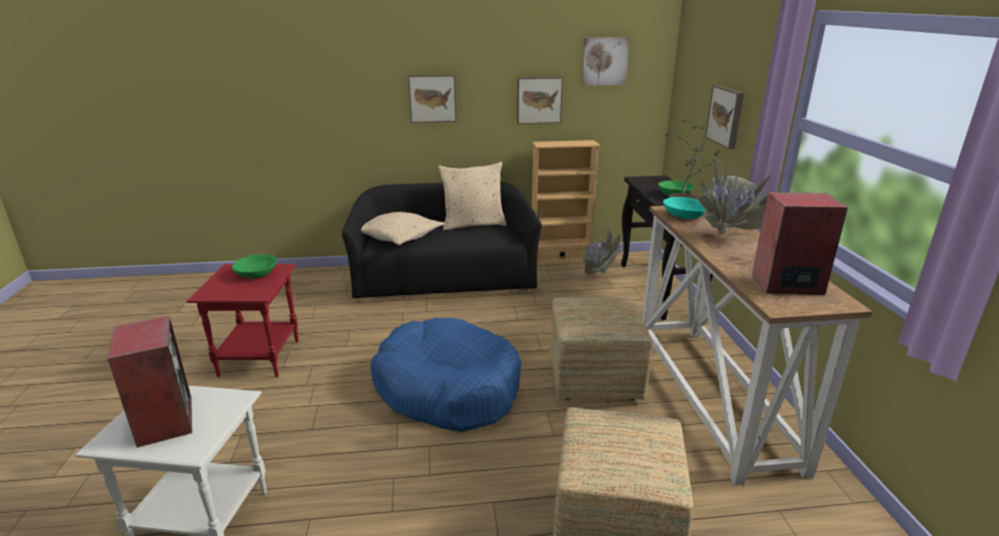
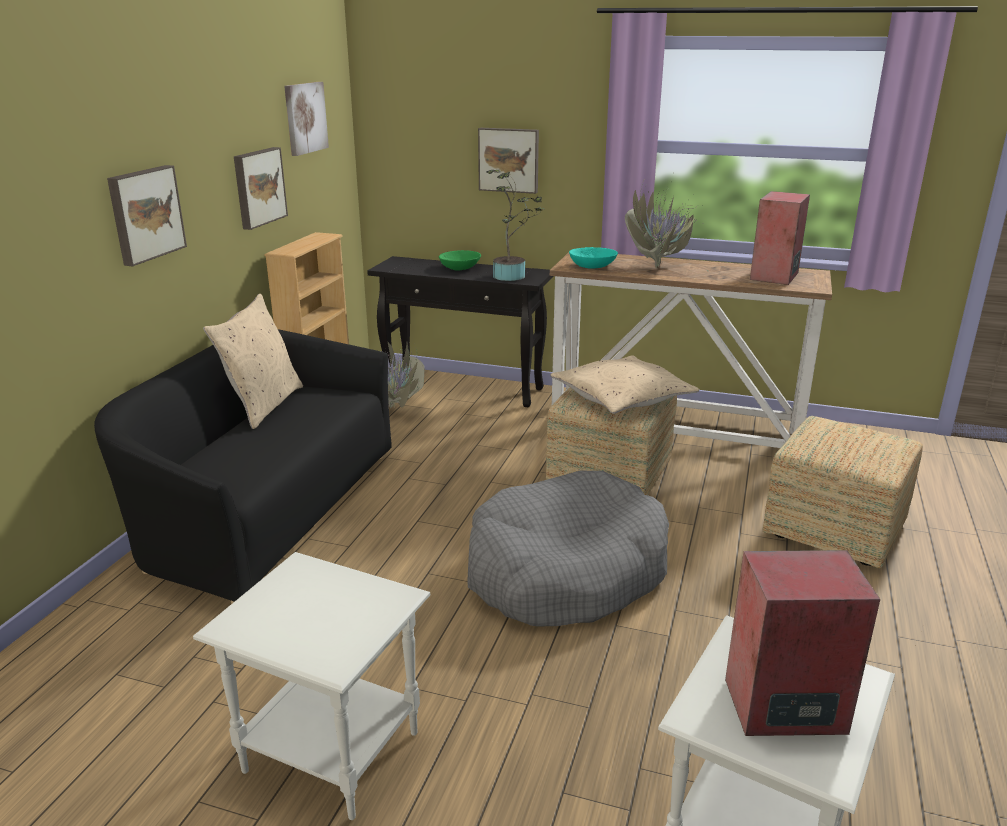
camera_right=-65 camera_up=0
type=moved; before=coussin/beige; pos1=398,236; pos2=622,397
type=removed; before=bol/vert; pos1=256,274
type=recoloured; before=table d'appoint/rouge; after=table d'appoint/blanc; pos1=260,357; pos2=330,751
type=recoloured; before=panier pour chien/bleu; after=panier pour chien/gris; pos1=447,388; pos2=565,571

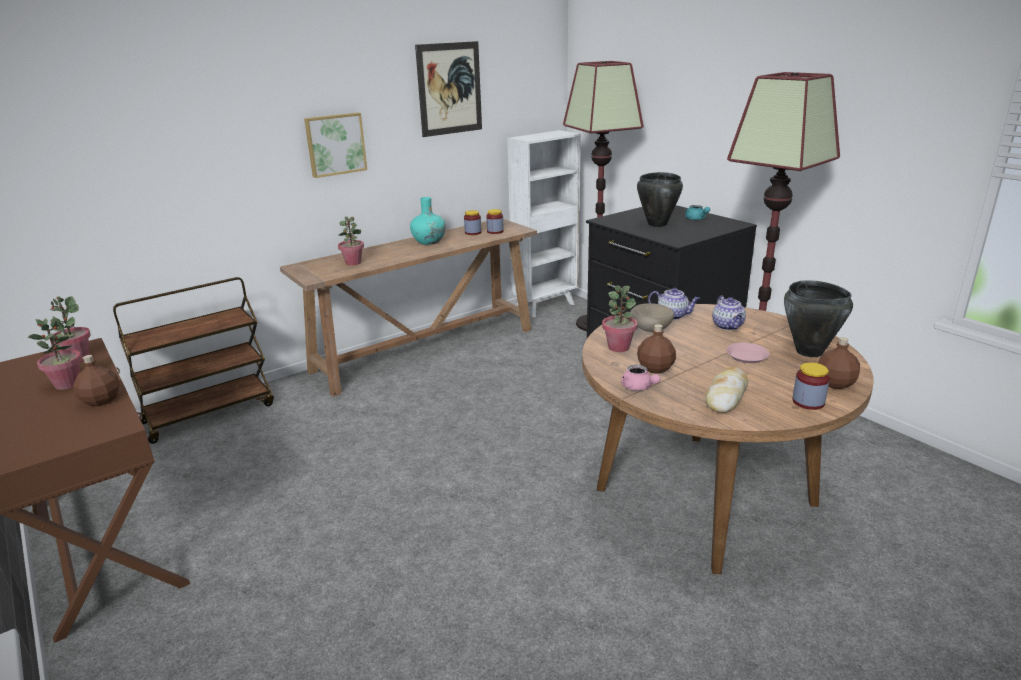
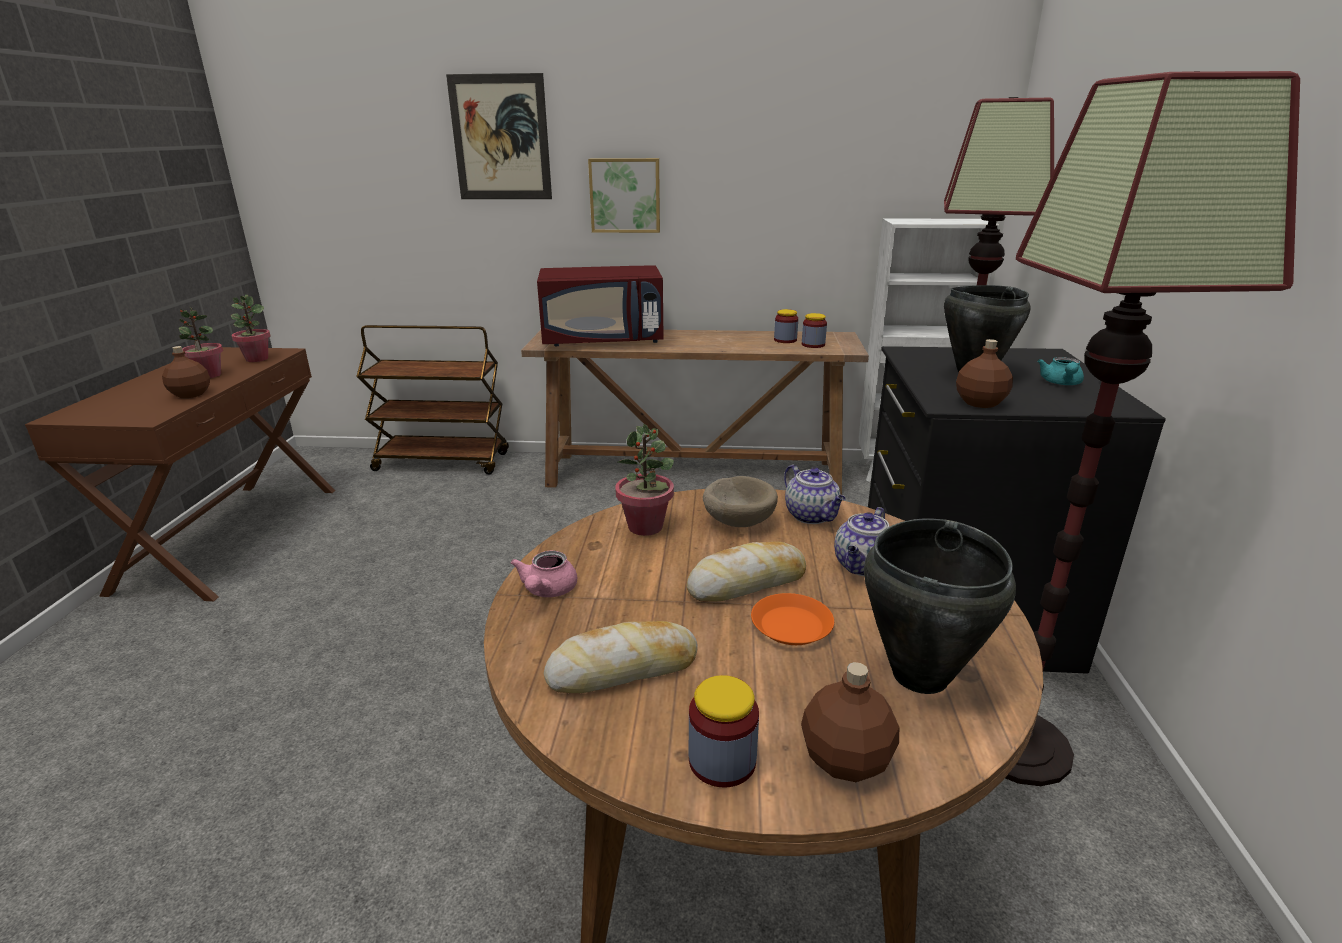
camera_right=40 camera_up=0
type=moved; before=tableau; pos1=449,89; pos2=500,138
type=removed; before=vase/turquoise; pos1=429,241
type=replaced; before=plante en pot; after=micro-ondes/rouge; pos1=353,263; pos2=603,340
type=moved; before=bouteille/marron; pos1=655,368; pos2=981,403
type=recoloured; before=assiette/rose; after=assiette/orange; pos1=746,356; pos2=791,626
type=added; after=pain; pos2=747,583

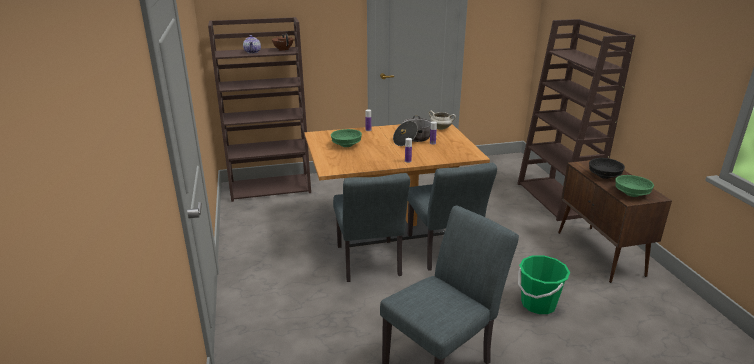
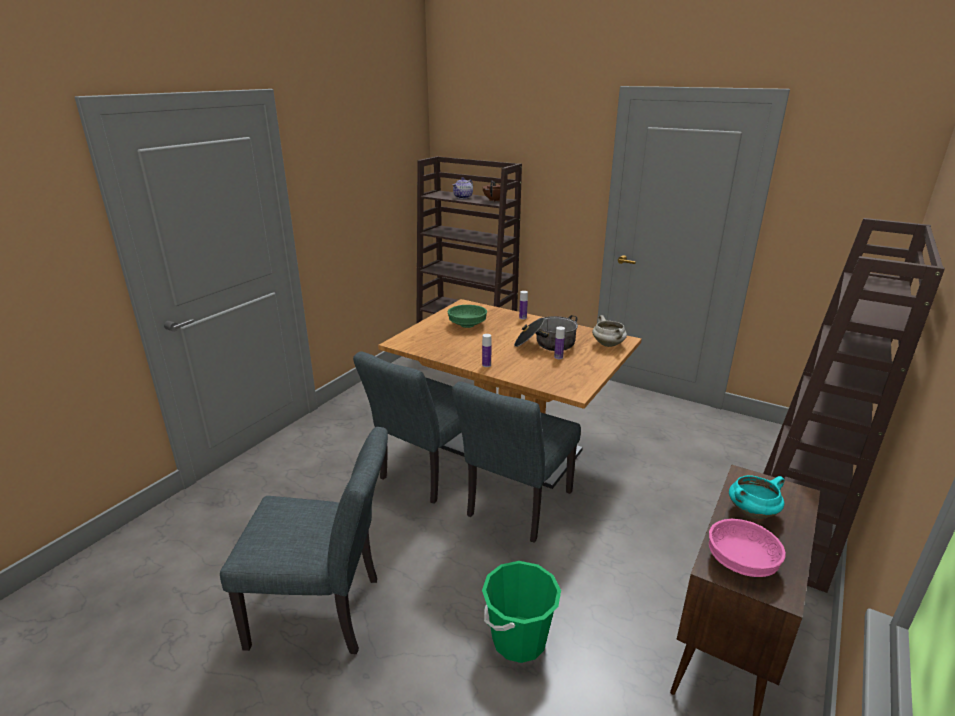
camera_right=45 camera_up=0
type=replaced; before=bol/noir; after=marmite/turquoise; pos1=604,175; pos2=752,511
type=recoloured; before=bol/vert; after=bol/rose; pos1=632,194; pos2=741,563

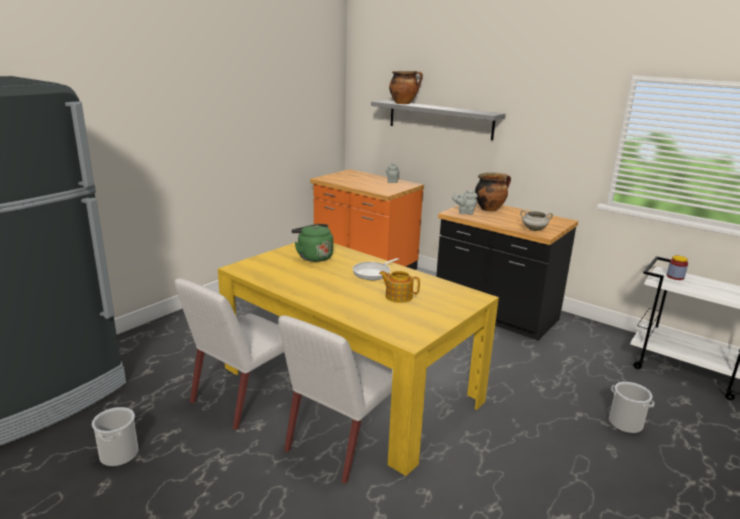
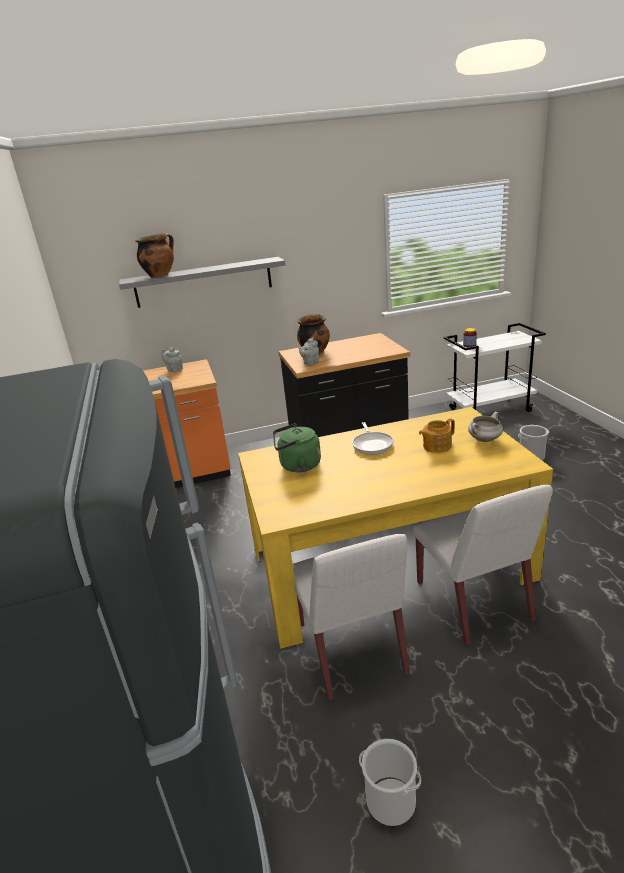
camera_right=-50 camera_up=5
type=moved; before=marmite/blanc; pos1=533,230; pos2=484,440

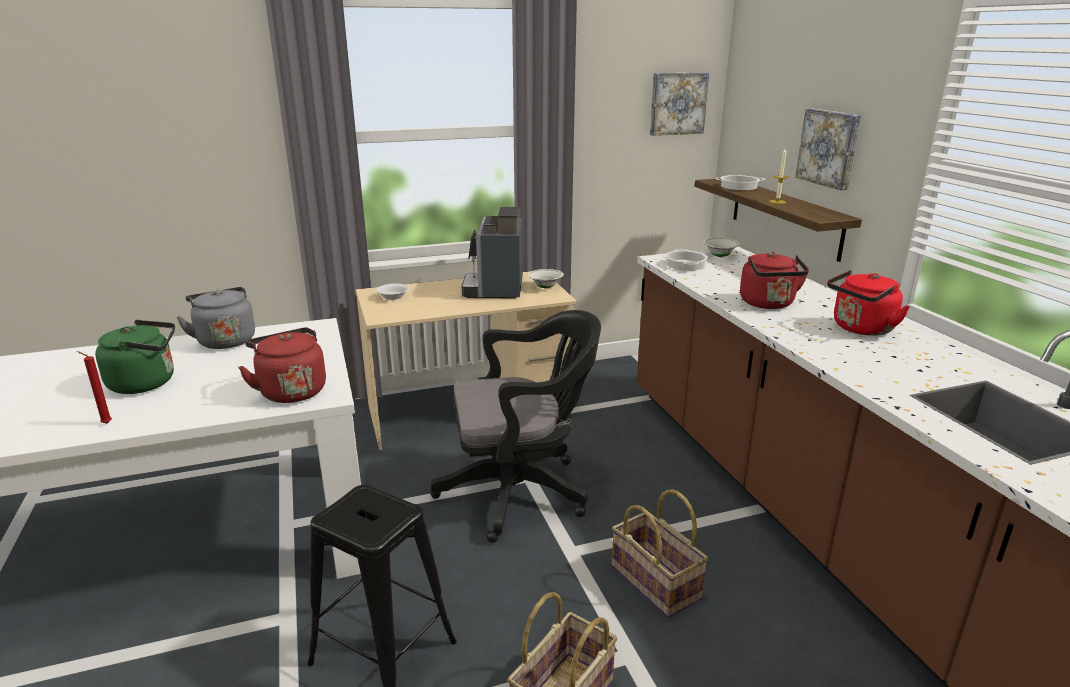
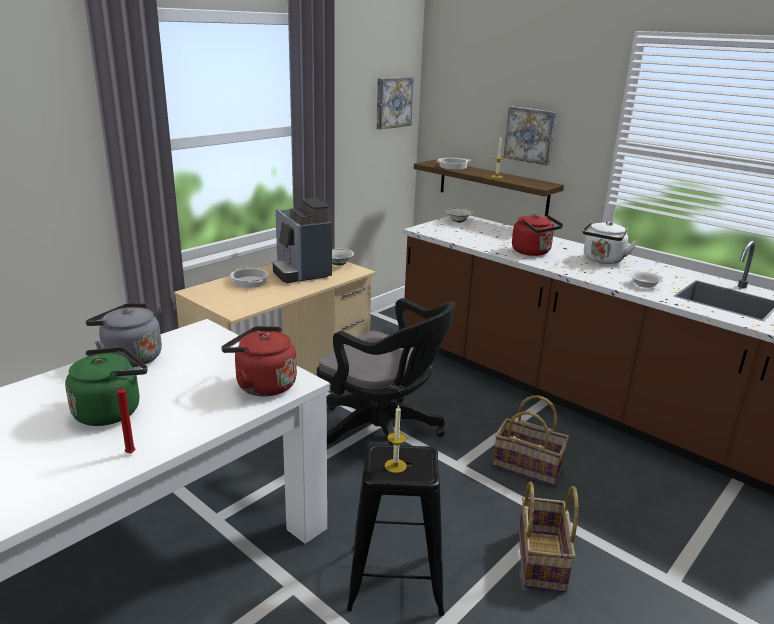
camera_right=-30 camera_up=0
type=moved; before=marmite; pos1=686,265; pos2=250,281
type=recoloured; before=bouilloire/rouge; after=bouilloire/blanc; pos1=860,329; pos2=602,260
type=moved; before=bol/blanc; pos1=393,297; pos2=644,285
type=turned; before=chaise de bureau/noir; pos1=521,491; pos2=383,435; turn=75
type=added; after=bougie; pos2=395,466

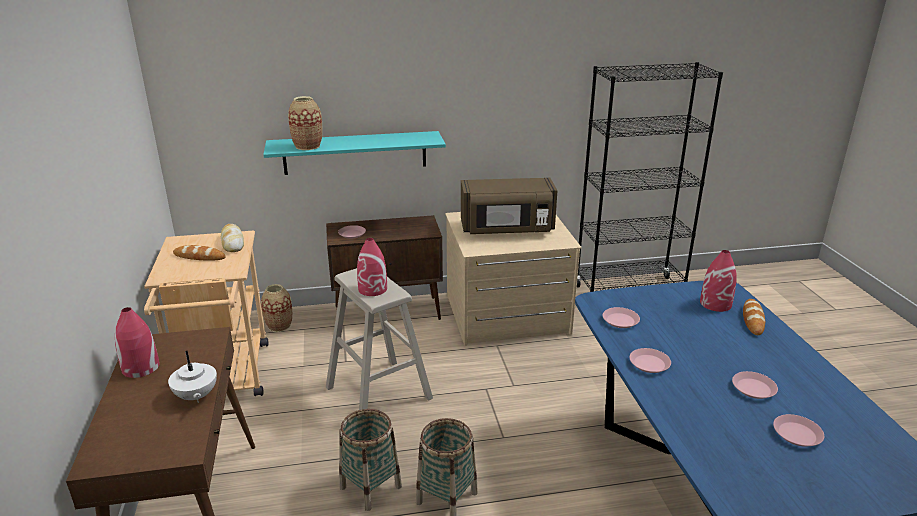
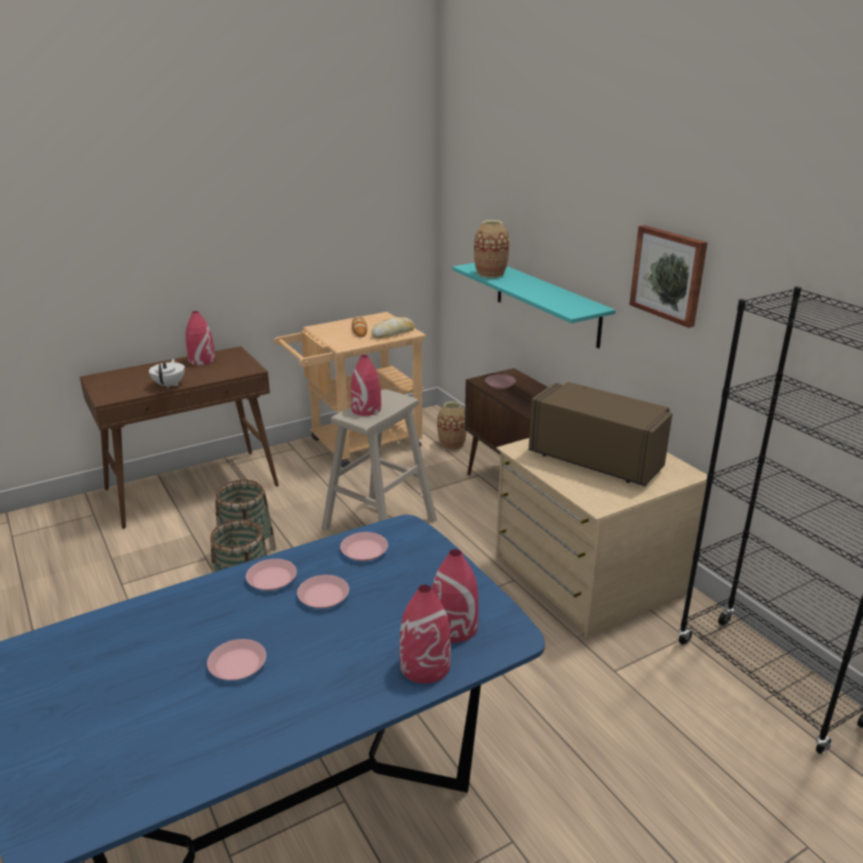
camera_right=70 camera_up=0
type=turned; before=micro-ondes/marron; pos1=507,229; pos2=597,459; turn=150
type=replaced; before=pain; after=vase/rouge; pos1=753,319; pos2=425,665
type=turned; before=théière/blanc; pos1=196,396; pos2=170,385; turn=135
type=moved; before=assiette/rose; pos1=797,434; pos2=323,596
type=added; after=tableau; pos2=669,274

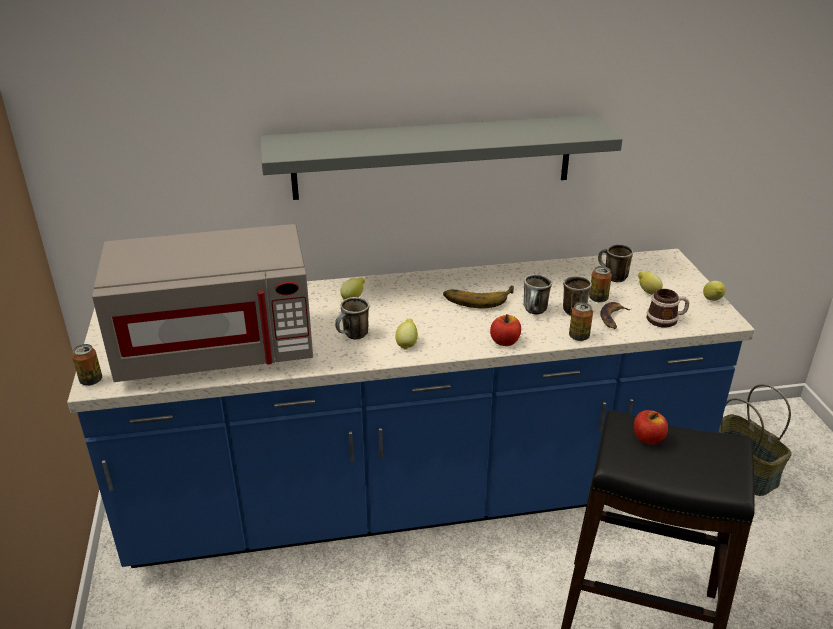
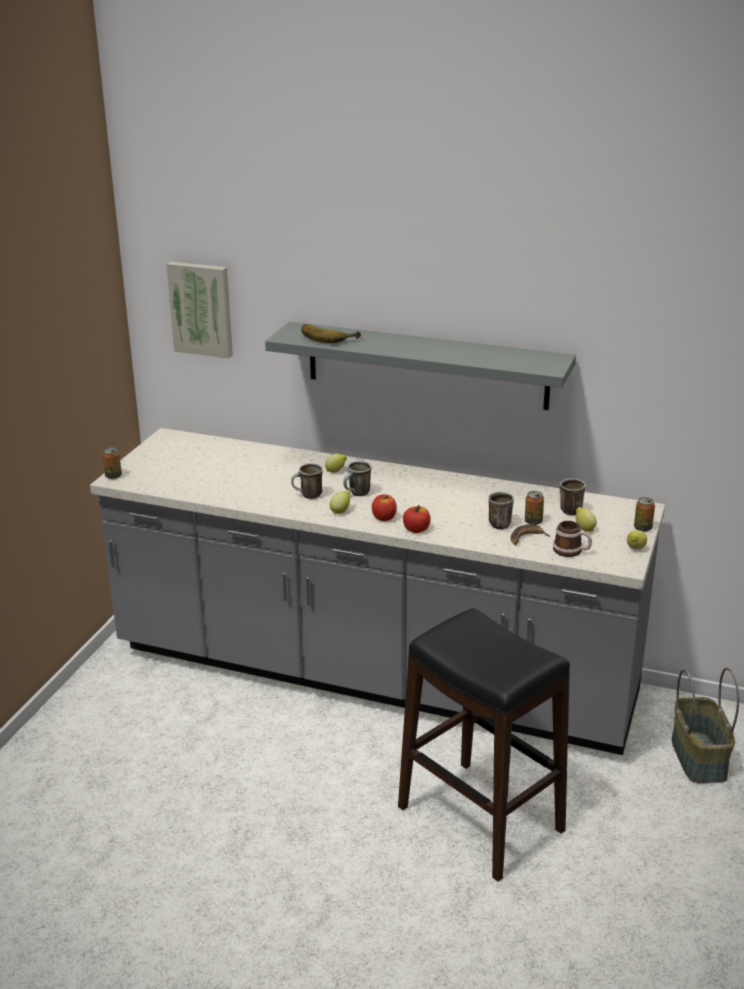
camera_right=30 camera_up=-5
type=removed; before=micro-ondes/gris; pos1=217,349
type=recoloured; before=comptoir de cuisine/bleu; after=comptoir de cuisine/gris; pos1=416,498; pos2=373,675
type=moved; before=mug; pos1=535,312; pos2=357,494
type=moved; before=banane; pos1=477,297; pos2=328,336
type=moved; before=boîte métallique; pos1=579,337; pos2=642,528
type=moved; before=pomme; pos1=648,438; pos2=384,518
type=added; after=tableau; pos2=202,308

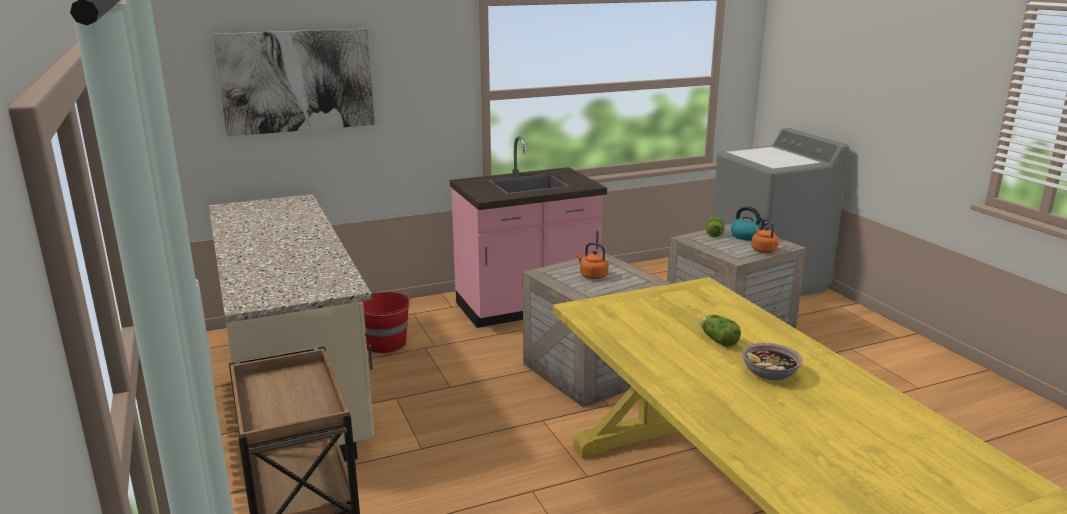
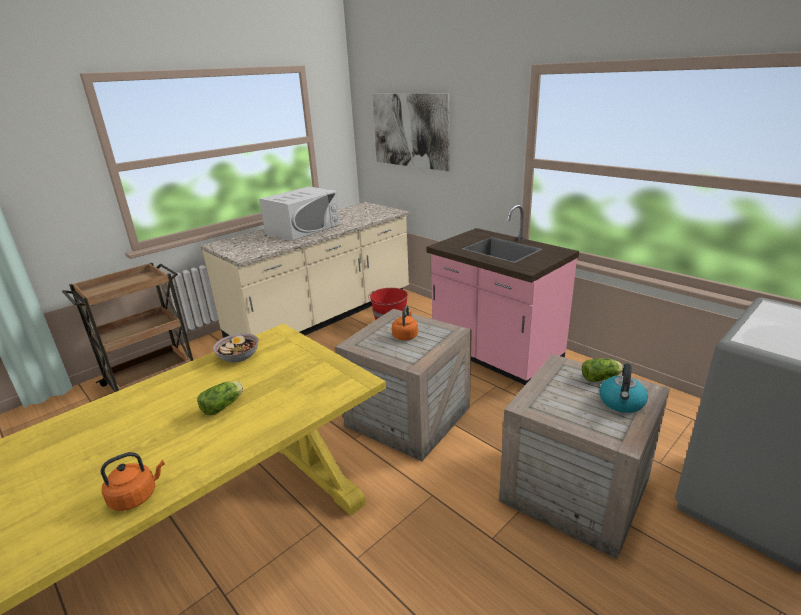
camera_right=70 camera_up=5
type=moved; before=bouilloire/orange; pos1=763,250; pos2=136,496
type=moved; before=bol; pos1=770,373; pos2=238,357
type=added; after=micro-ondes/blanc; pos2=303,229

